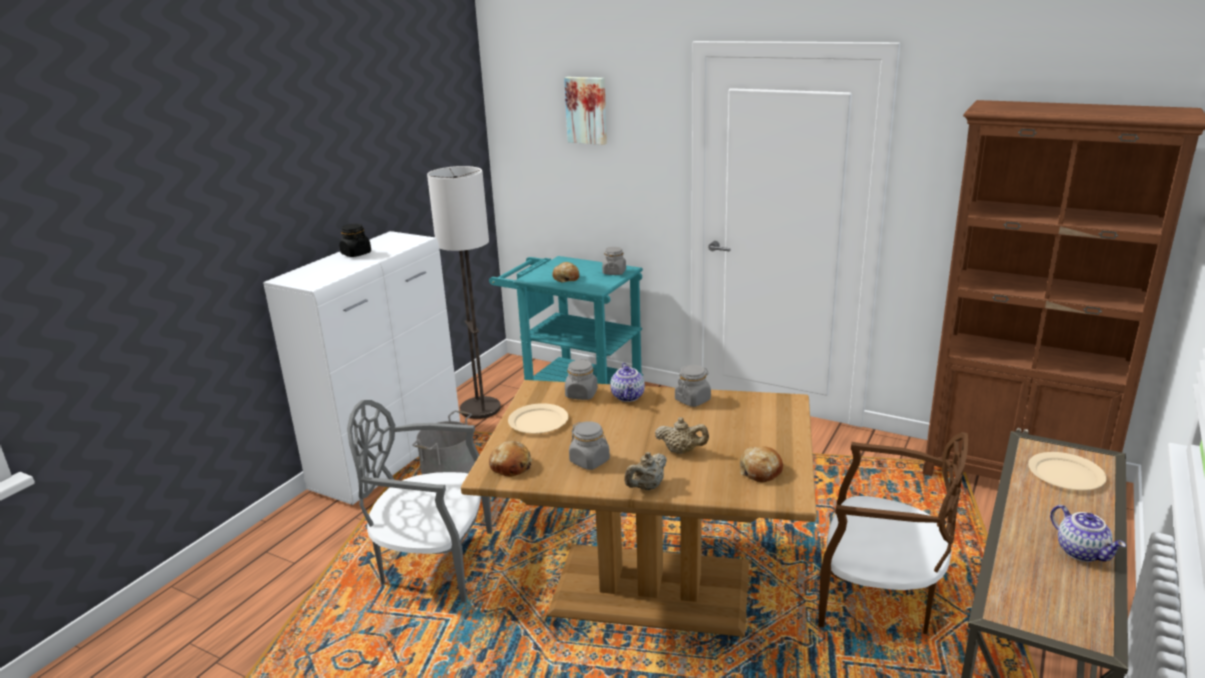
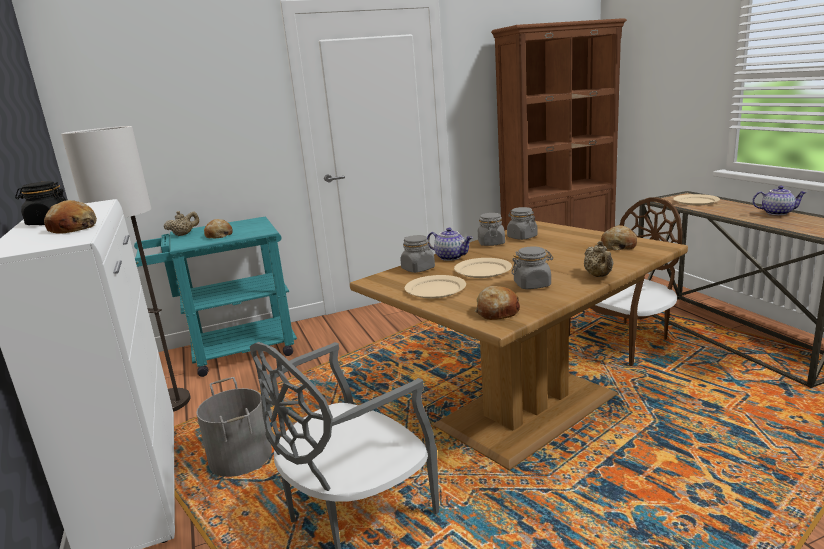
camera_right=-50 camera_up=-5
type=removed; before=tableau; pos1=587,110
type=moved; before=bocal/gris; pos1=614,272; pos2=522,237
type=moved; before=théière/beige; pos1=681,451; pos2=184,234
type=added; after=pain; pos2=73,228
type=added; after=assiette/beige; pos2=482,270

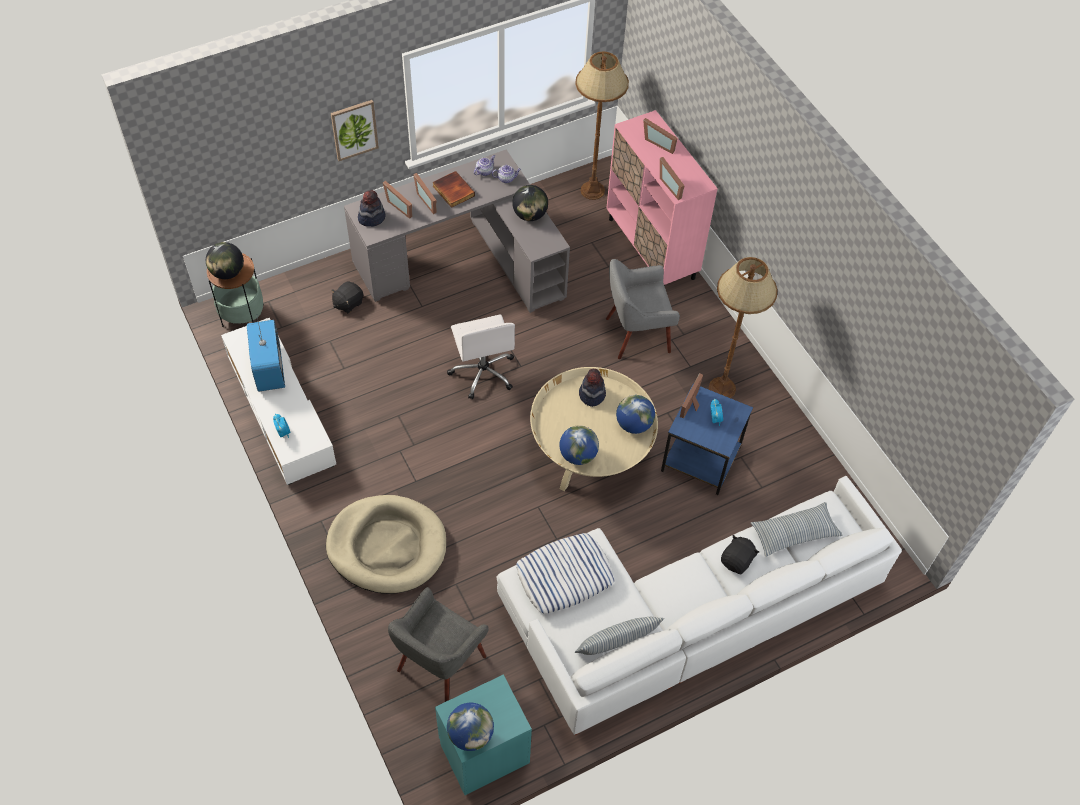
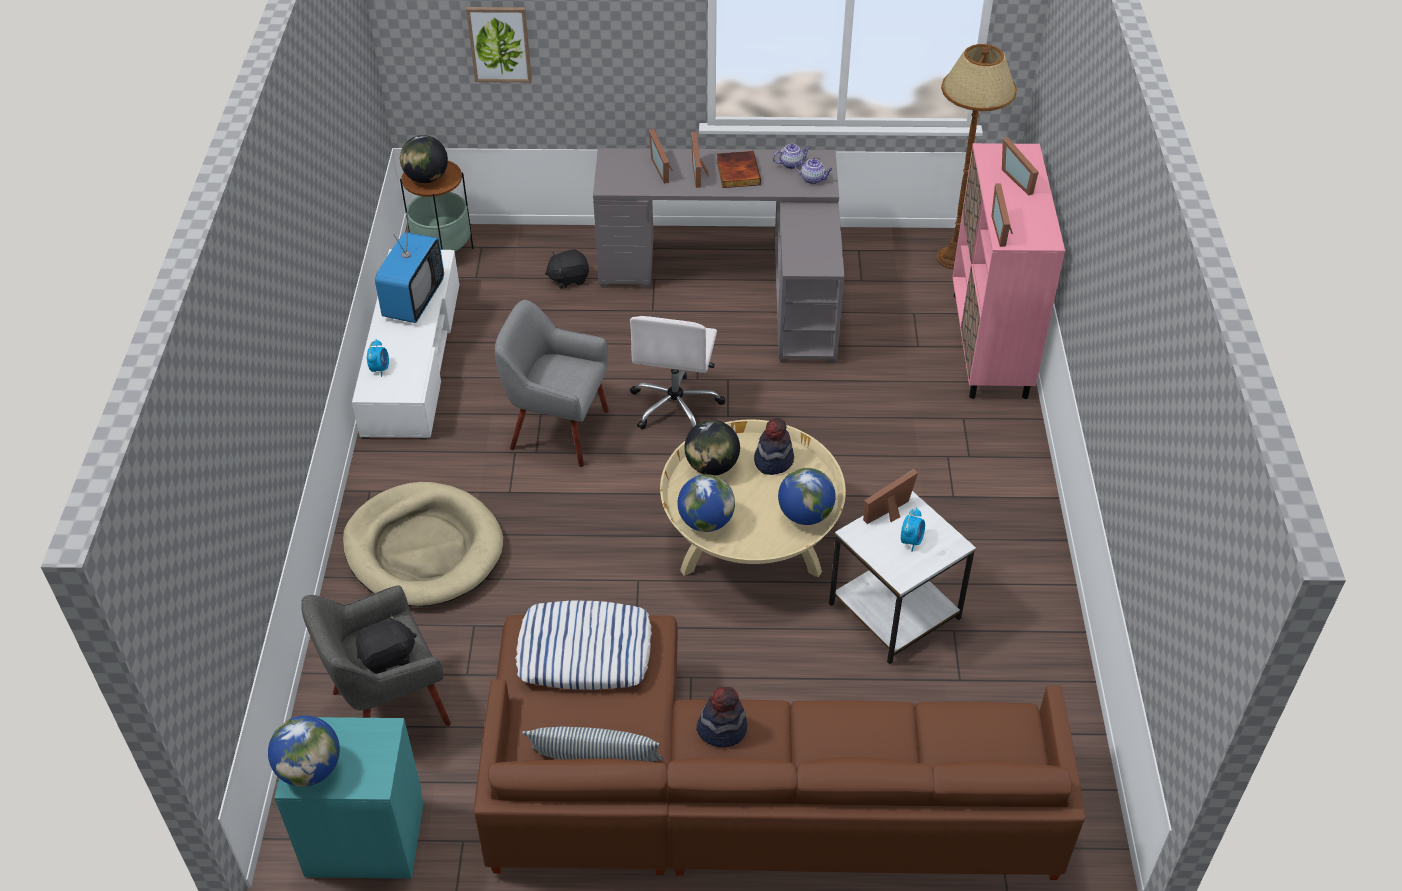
camera_right=30 camera_up=-10
type=moved; before=tableau; pos1=354,129; pos2=499,44
type=moved; before=globe; pos1=530,215; pos2=712,466
type=moved; before=chapeau; pos1=371,217; pos2=722,729
type=removed; before=lampadaire/marron; pos1=722,389
type=moved; before=fauteuil/gris; pos1=636,334; pos2=558,430
type=recoloured; before=table d'appoint/bleu; after=table d'appoint/blanc; pos1=701,460; pos2=894,612
type=recoloured; before=canapé/blanc; after=canapé/marron; pos1=682,616; pos2=739,792
type=removed; before=coussin; pos1=794,533
type=moved; before=peluche/noir; pos1=737,561; pos2=388,657

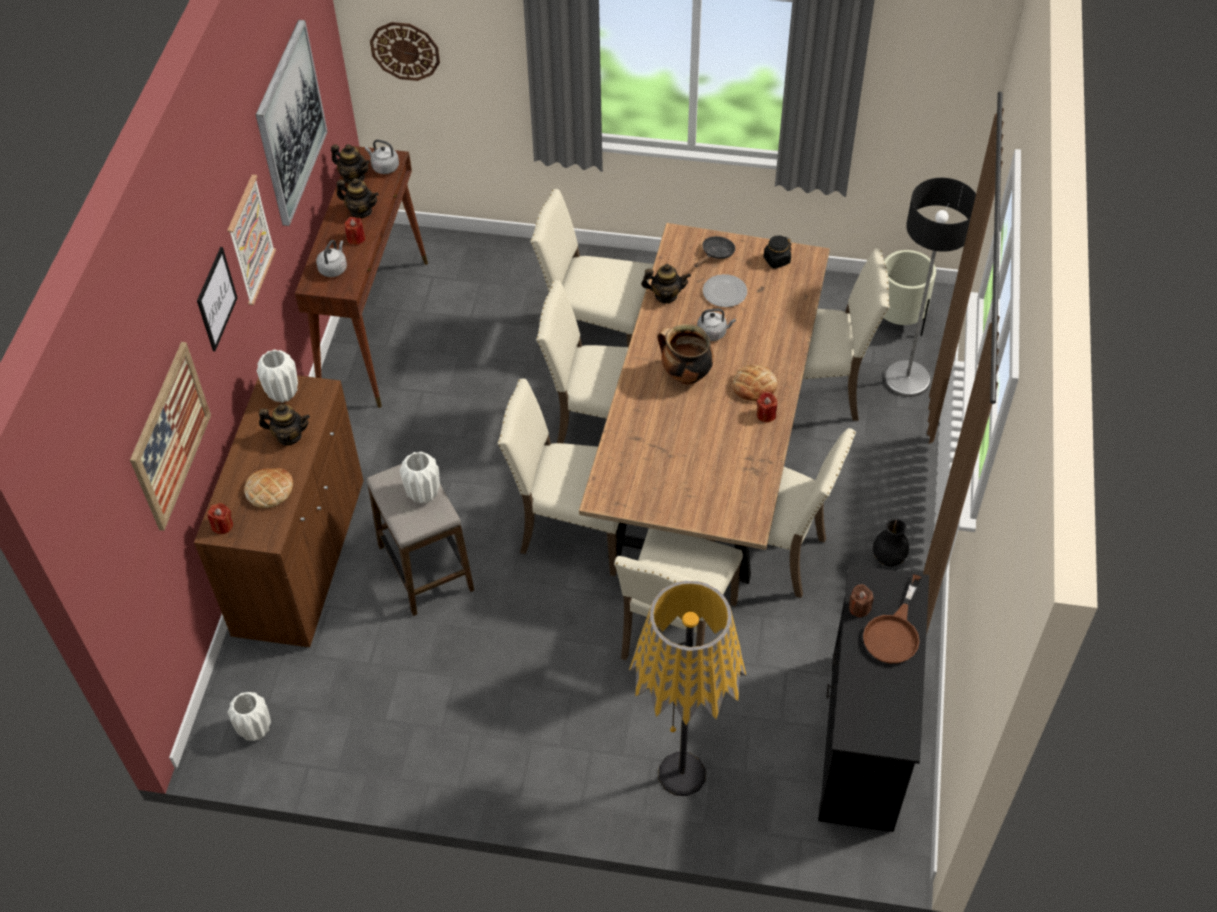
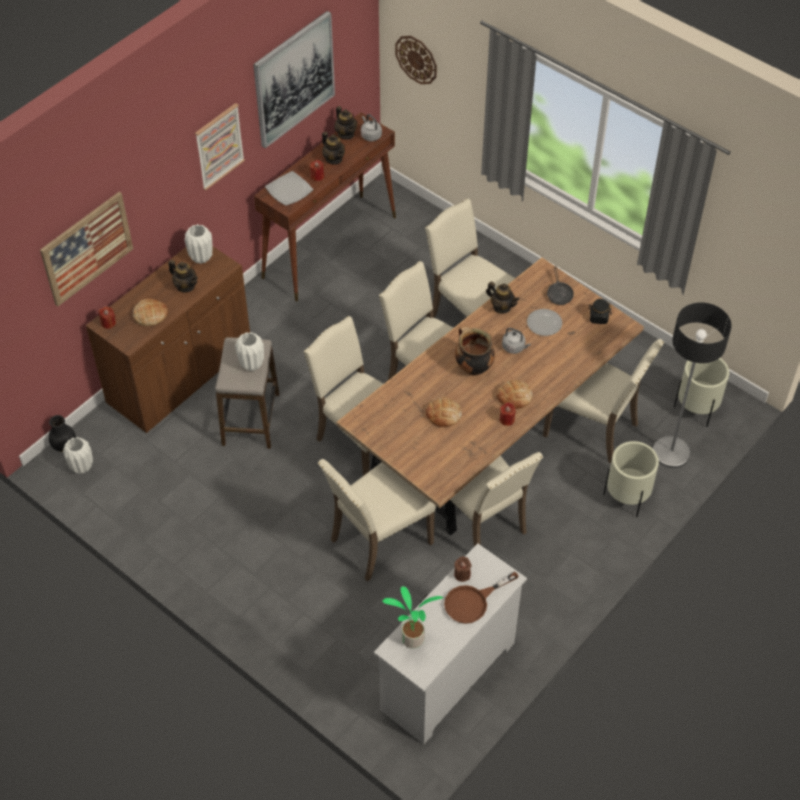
camera_right=30 camera_up=0
type=turned; before=poêle/noir; pos1=716,254; pos2=559,294; turn=105
type=replaced; before=bouilloire/gris; after=assiette; pos1=333,268; pos2=289,190
type=removed; before=tableau; pos1=216,299
type=moved; before=vase/noir; pos1=888,558; pos2=64,446
type=recoloured; before=commode/noir; after=commode/blanc; pos1=861,741; pos2=447,676
type=removed; before=lampadaire; pos1=681,774
type=added; after=pain; pos2=443,414
type=added; after=cache-pot/beige; pos2=627,498
type=added; after=plante en pot; pos2=411,640

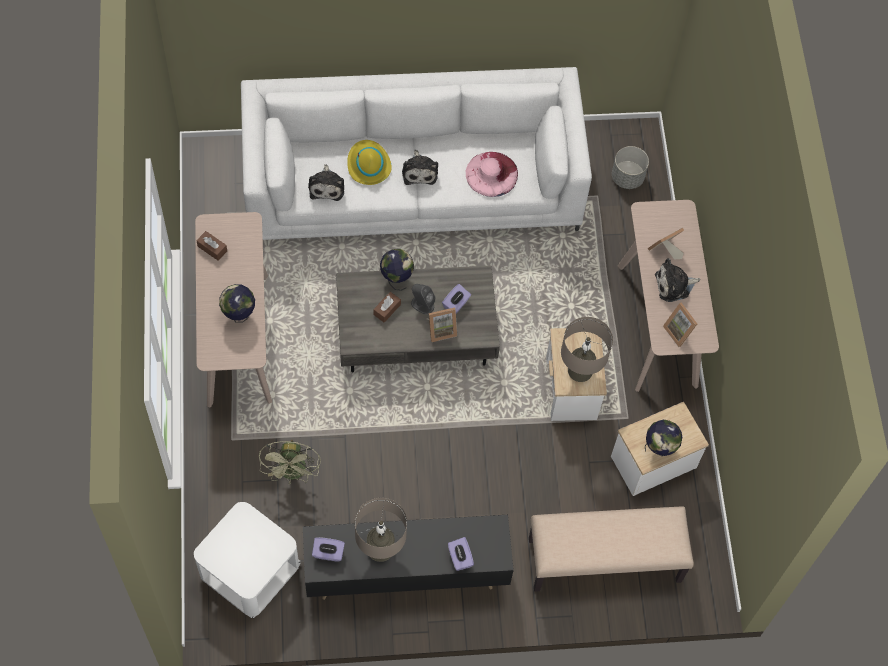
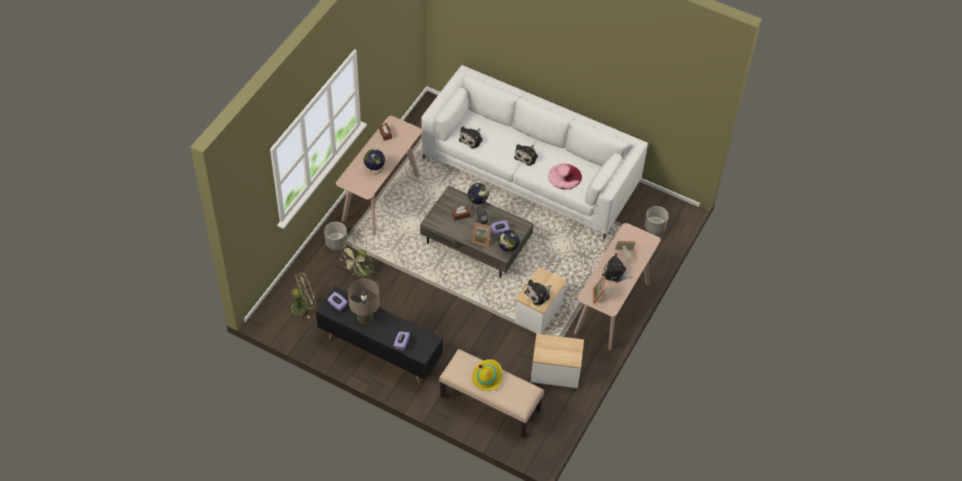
camera_right=35 camera_up=-10
type=moved; before=chapeau/jaune; pos1=368,165; pos2=487,376
type=replaced; before=lampe de table/beige; after=peluche; pos1=580,370; pos2=538,294
type=moved; before=globe; pos1=659,448; pos2=508,250
type=replaced; before=table d'appoint/blanc; after=ventilateur/vert; pos1=249,572; pos2=303,306
type=added; after=cache-pot/gris; pos2=336,243

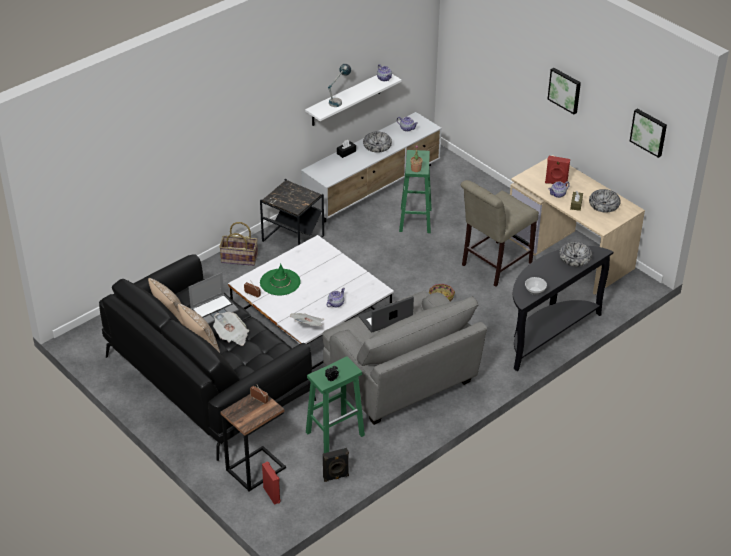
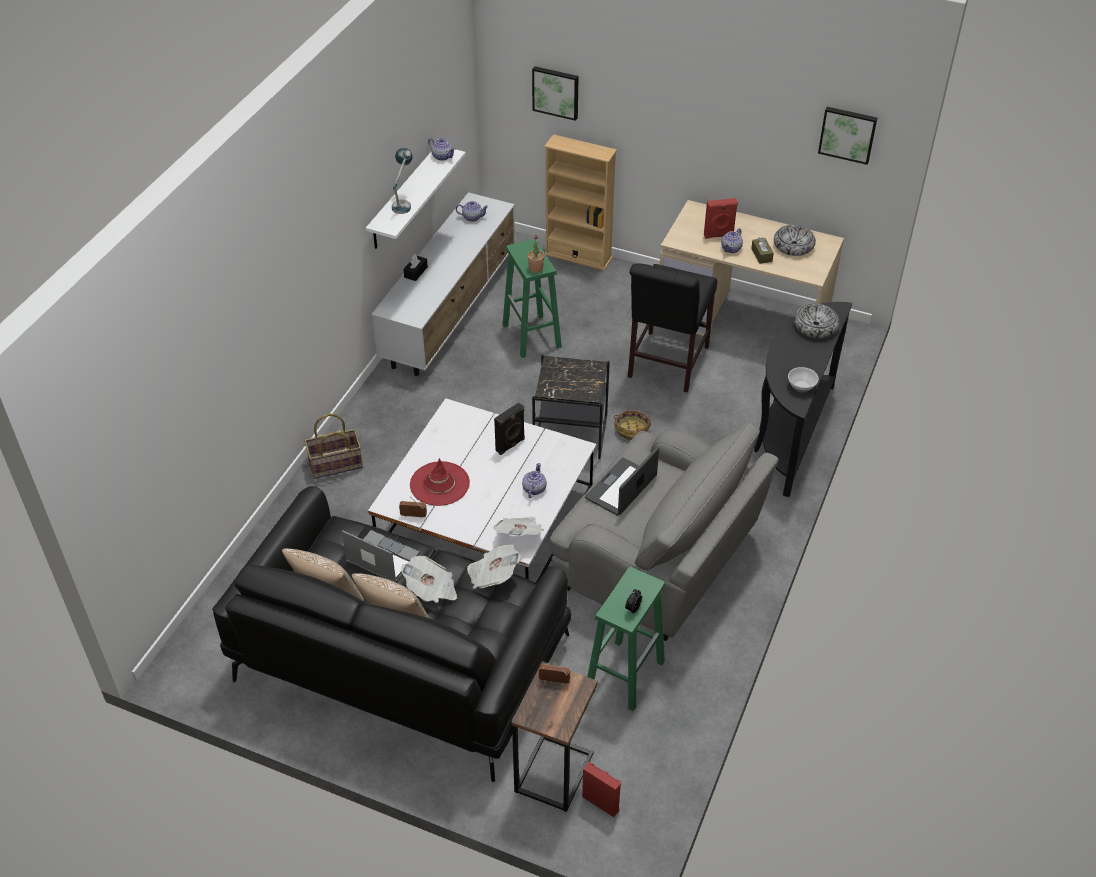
camera_right=-25 camera_up=5
type=moved; before=tableau; pos1=565,90; pos2=556,92
type=removed; before=bol; pos1=377,145
type=moved; before=table d'appoint/noir; pos1=293,238; pos2=569,433
type=recoloured; before=chaise/beige; after=chaise/noir; pos1=493,265; pos2=665,365
type=recoloured; before=chapeau/vert; after=chapeau/rouge; pos1=280,282; pos2=439,484
type=turned; before=ordinateur portable; pos1=214,309; pos2=381,558; turn=-90
type=moved; before=enceinte/noir; pos1=336,477; pos2=511,445
type=added; after=bibliothèque/beige; pos2=578,256
type=added; after=journal; pos2=492,575

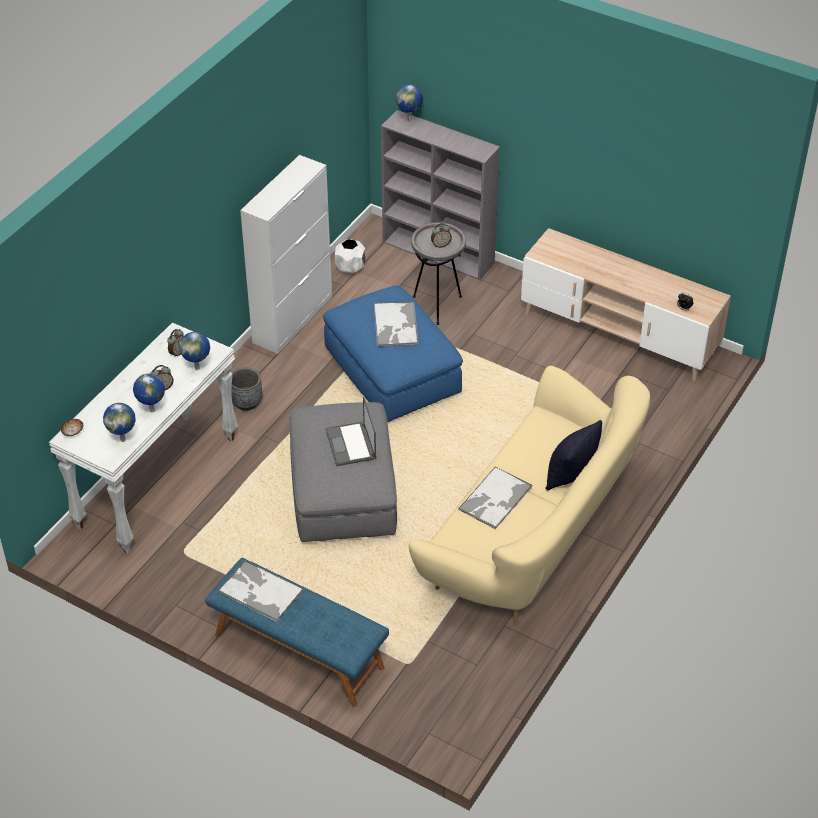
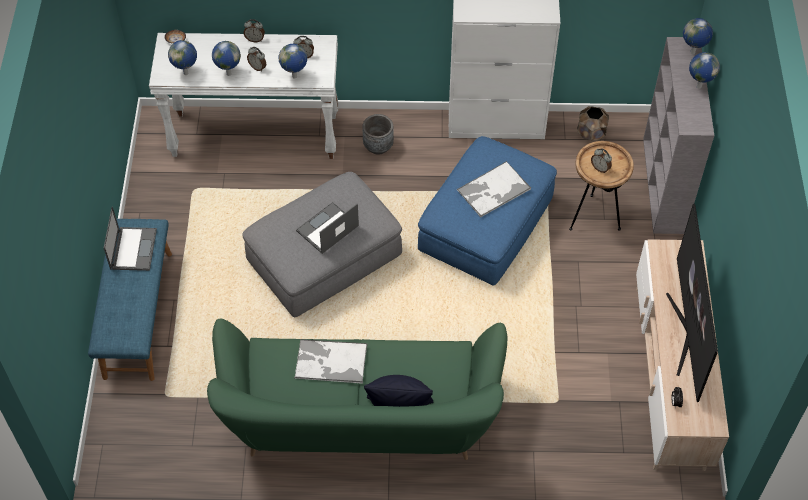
camera_right=60 camera_up=10
type=recoloured; before=table d'appoint/gris; after=table d'appoint/marron; pos1=437,305; pos2=594,218
type=recoloured; before=cache-pot/blanc; after=cache-pot/marron; pos1=350,267; pos2=591,133
type=recoloured; before=canapé/beige; after=canapé/vert; pos1=533,537; pos2=360,422
type=replaced; before=plateau; after=ordinateur portable; pos1=260,591; pos2=133,248
type=added; after=réveil; pos2=255,39
type=added; after=globe; pos2=698,86
type=added; after=téléviseur; pos2=687,333

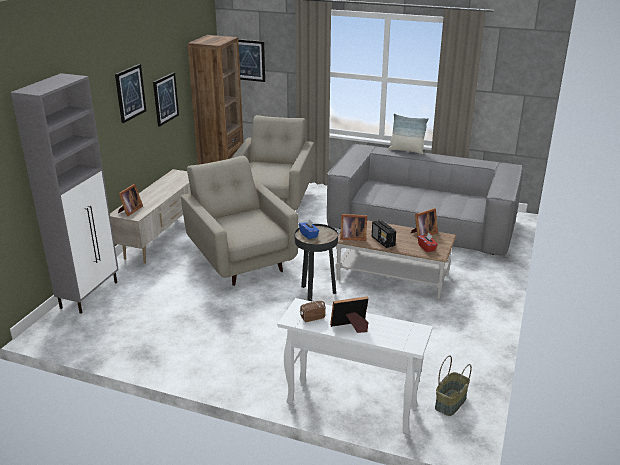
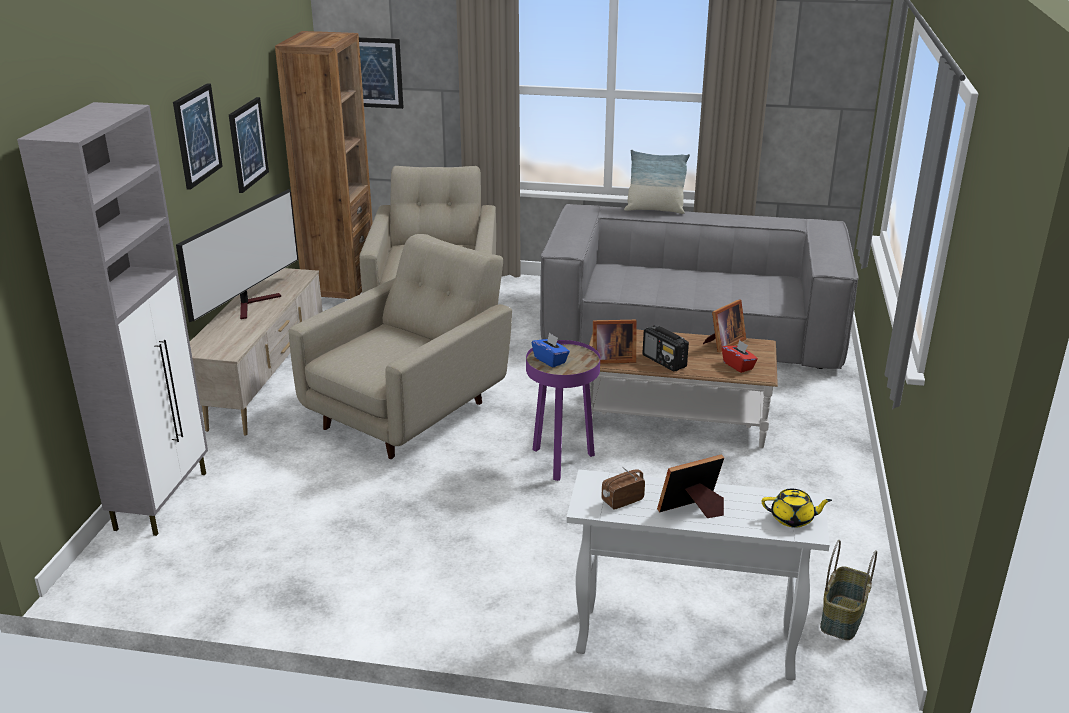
camera_right=-10 camera_up=0
type=turned; before=fauteuil/beige; pos1=239,258; pos2=411,410; turn=75
type=removed; before=cadre photo; pos1=130,210
type=recoloured; before=table d'appoint/noir; after=table d'appoint/violet; pos1=316,295; pos2=561,462
type=added; after=téléviseur; pos2=253,304
type=added; after=théière/jaune; pos2=793,519

